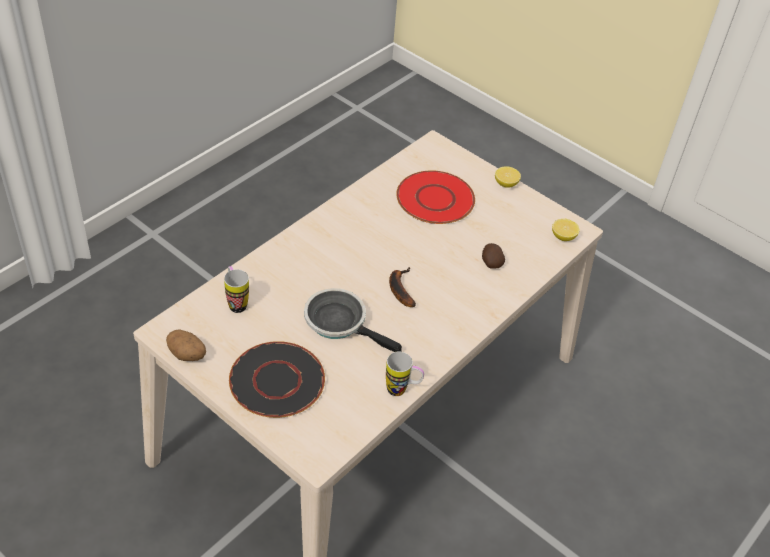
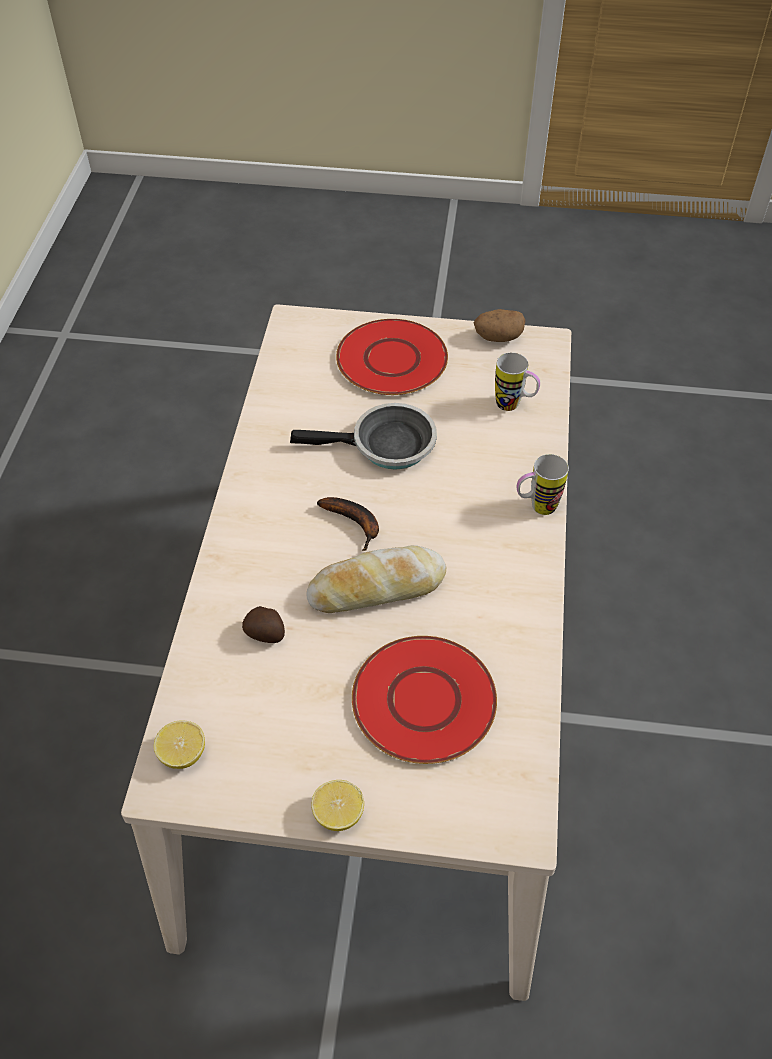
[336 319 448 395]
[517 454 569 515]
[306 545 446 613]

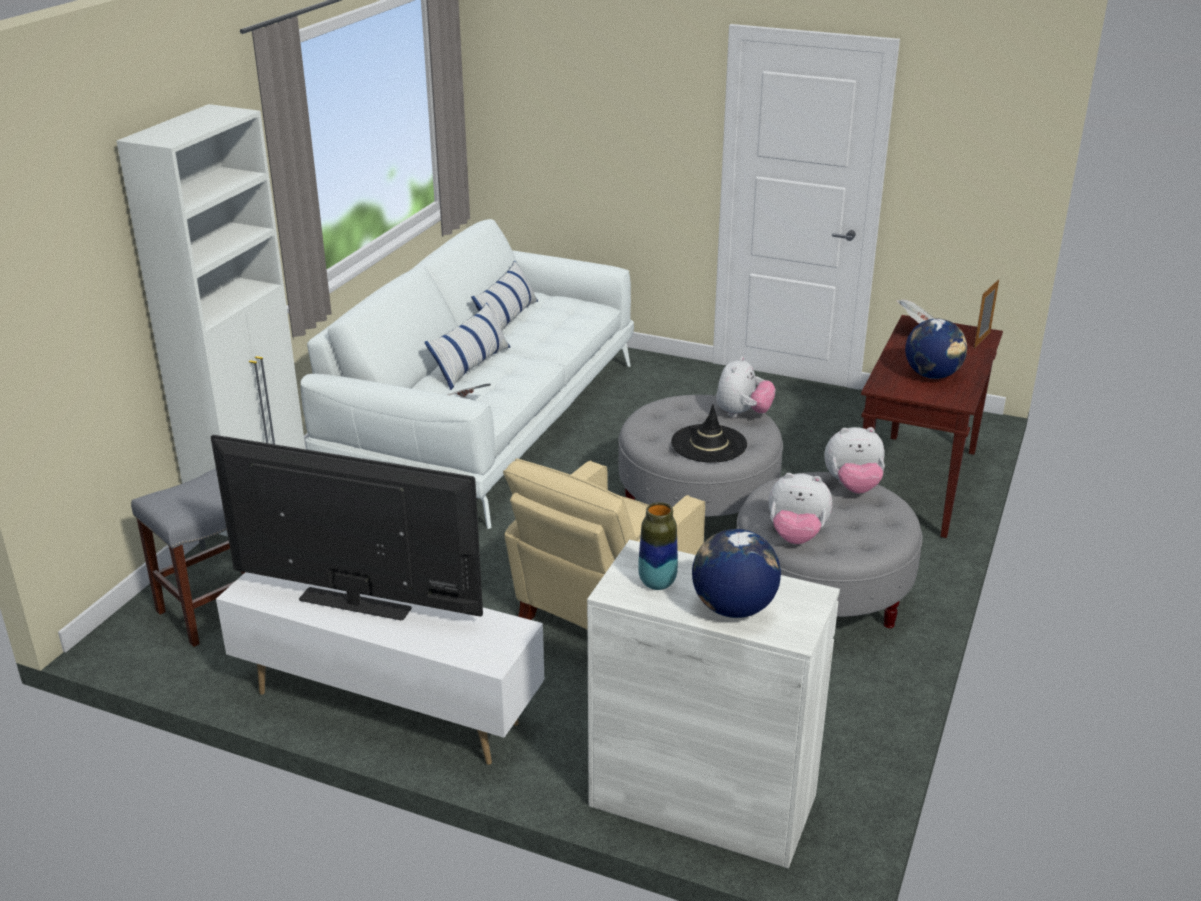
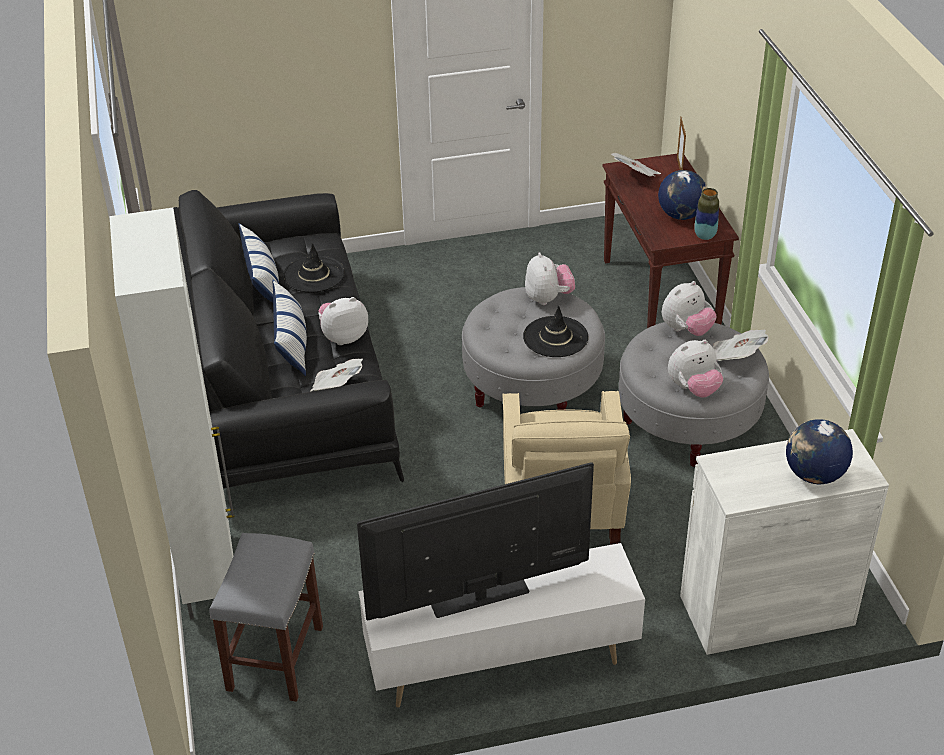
[173 190 404 489]
[694 188 719 240]
[283 243 345 293]
[318 297 368 345]
[713 330 769 361]

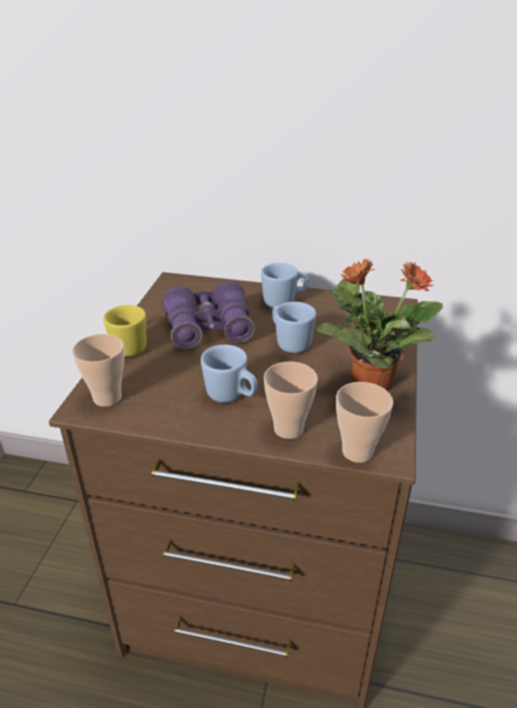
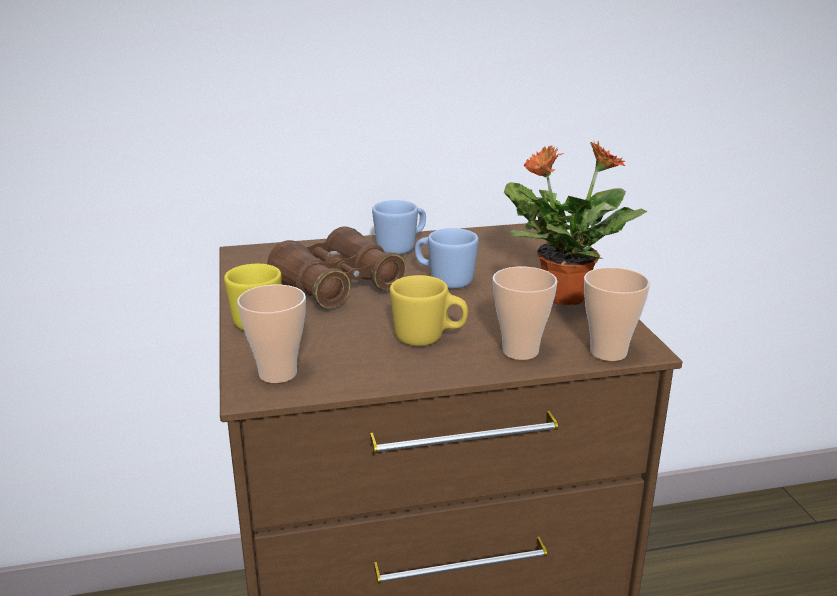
[267 226 406 308]
[390 275 468 346]

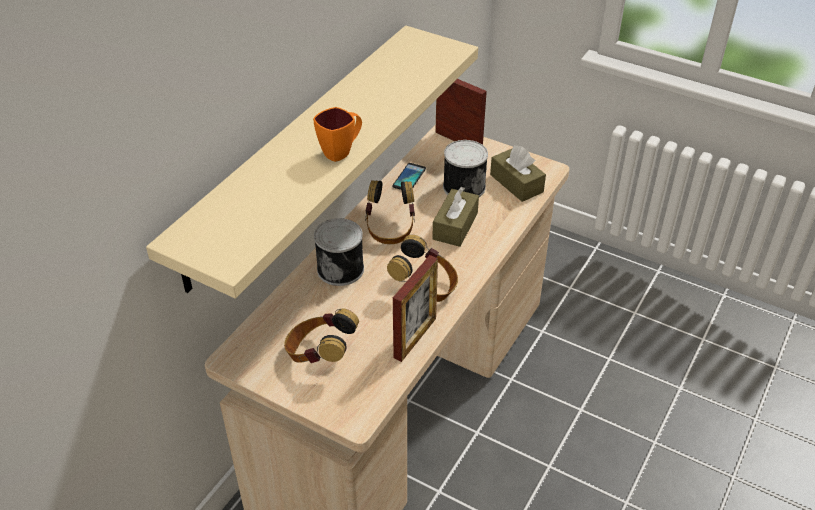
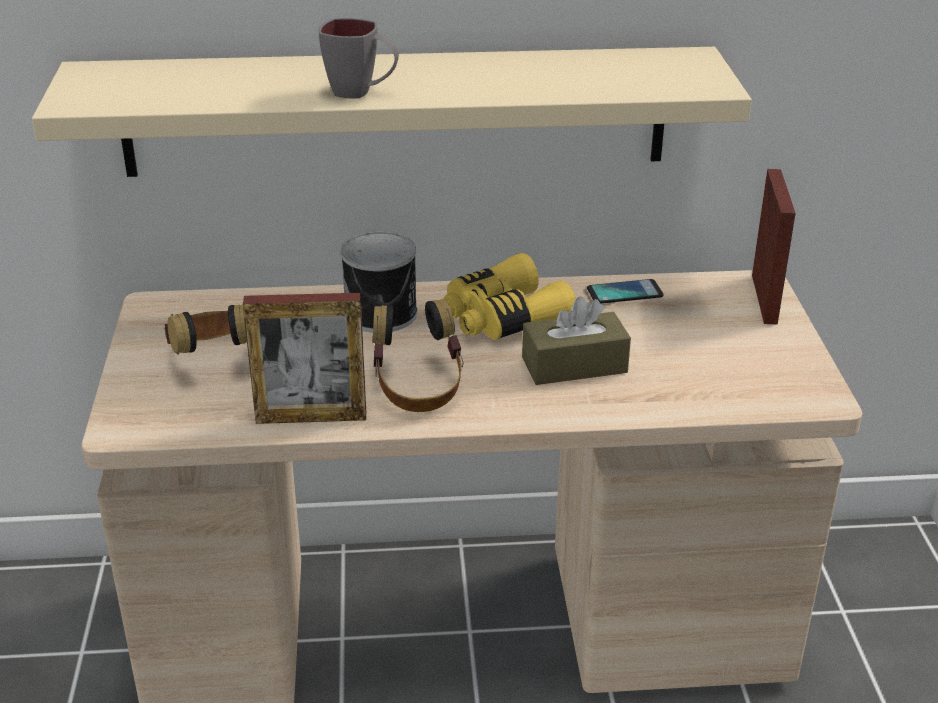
[319 18 399 98]
[441 253 576 340]
[443 140 488 197] (first image)
[490 145 546 202] (first image)

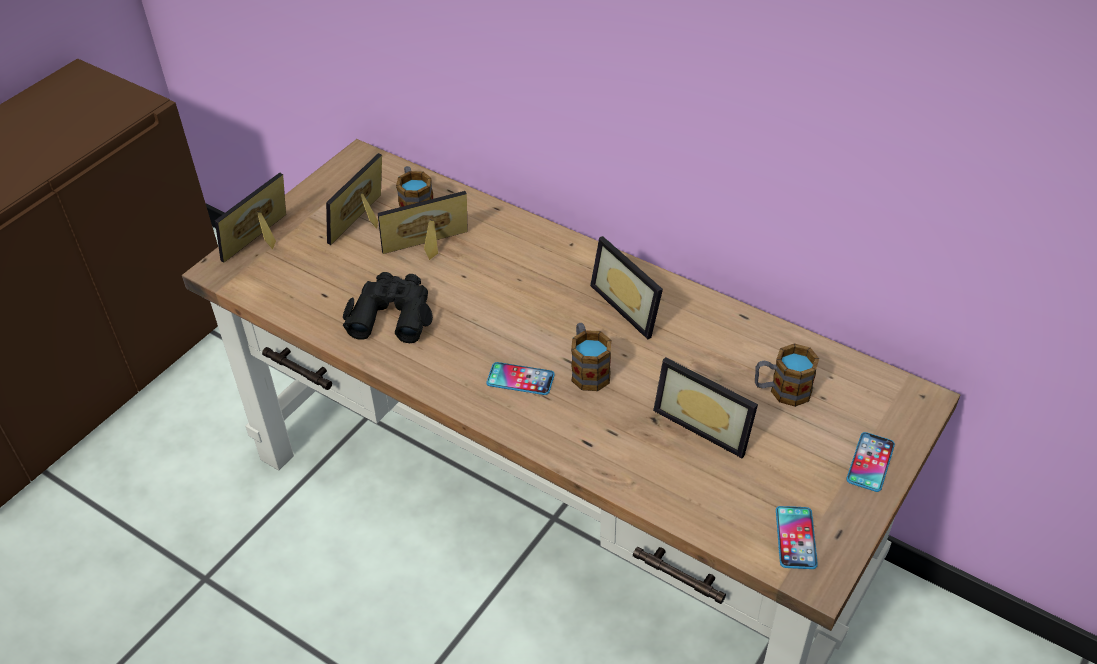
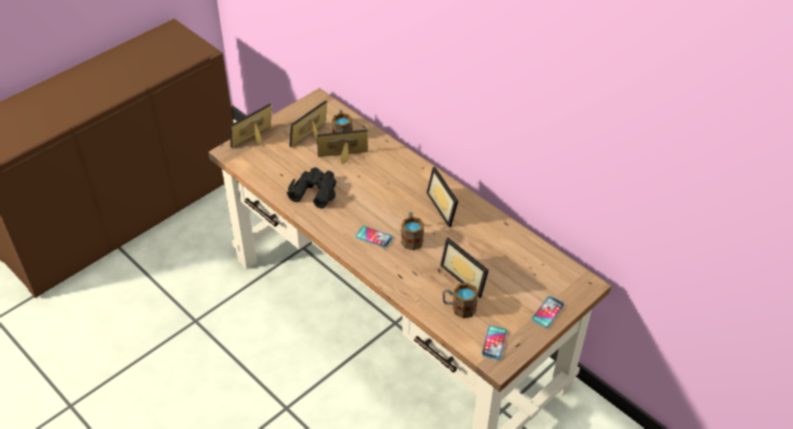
[443 283 478 318]

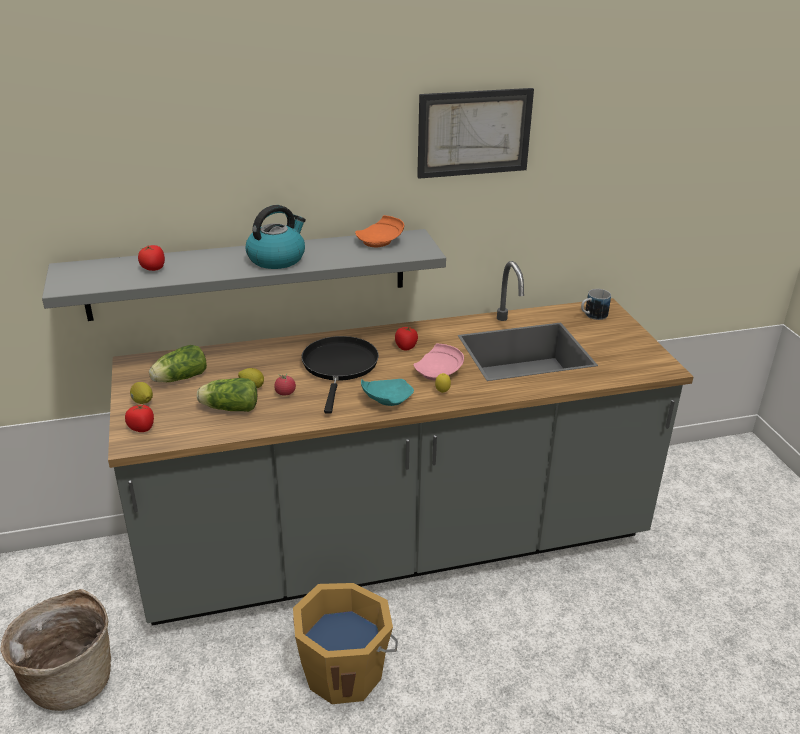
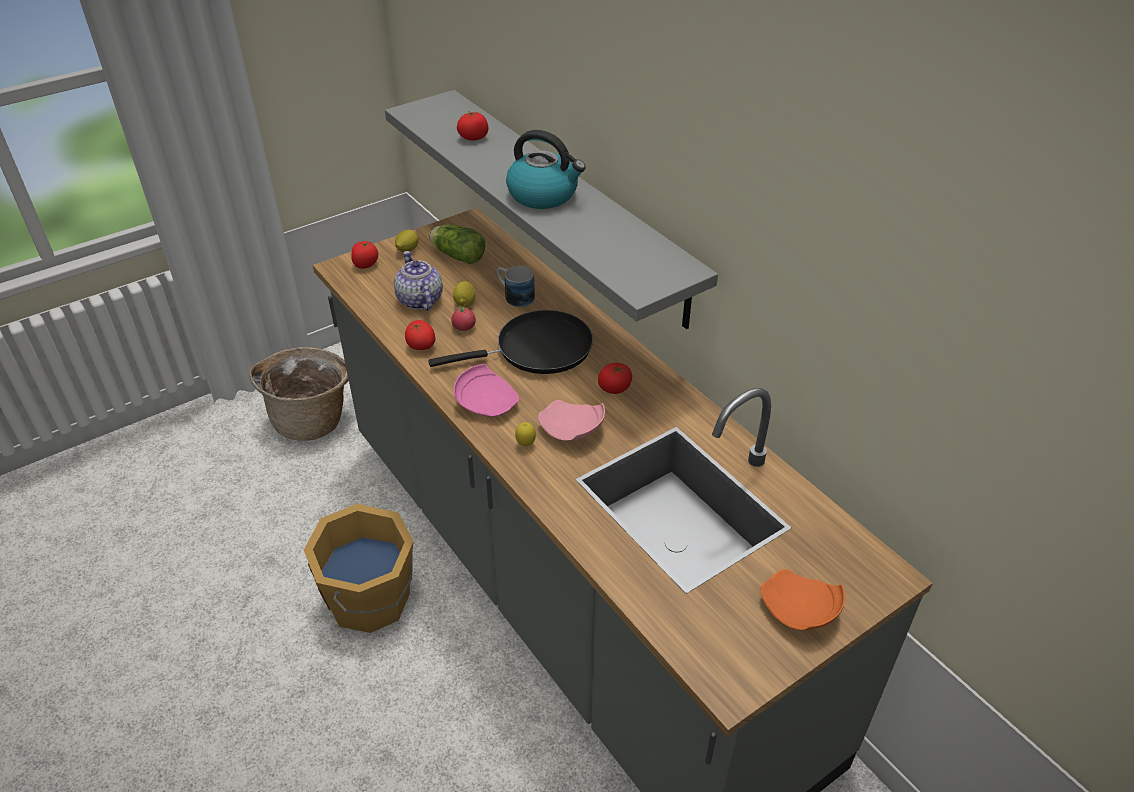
[394 251 443 311]
[761 569 845 630]
[454 364 519 417]
[417 88 534 179] (first image)
[497 266 535 307]
[405 320 435 350]

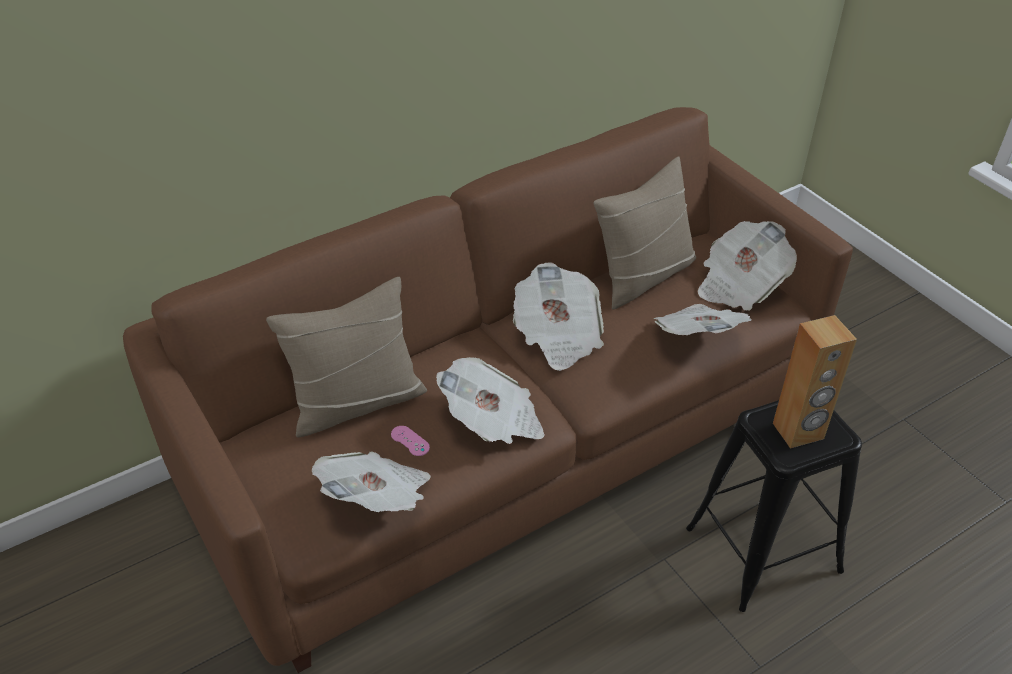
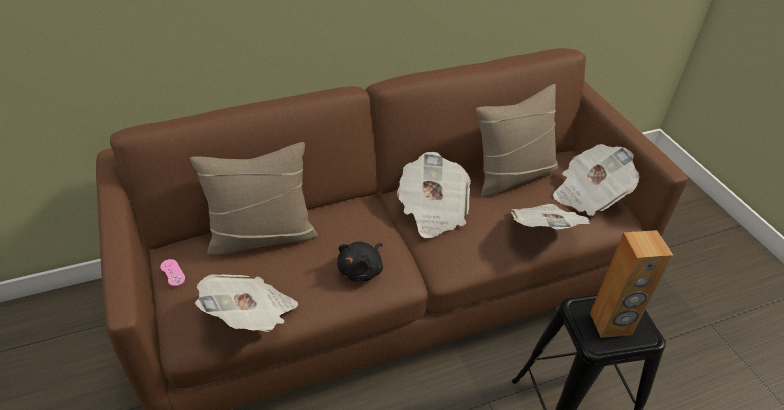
[160 259 185 286]
[337 242 383 281]

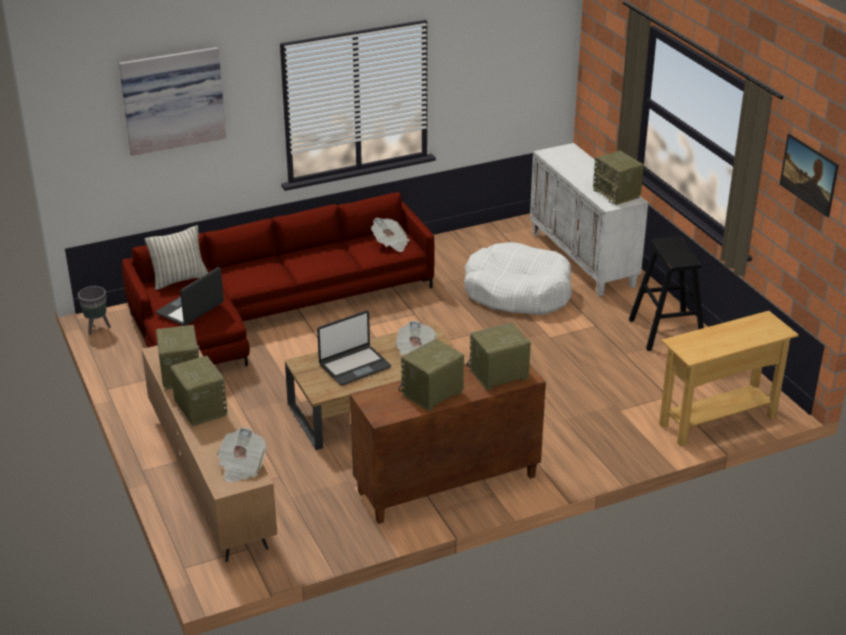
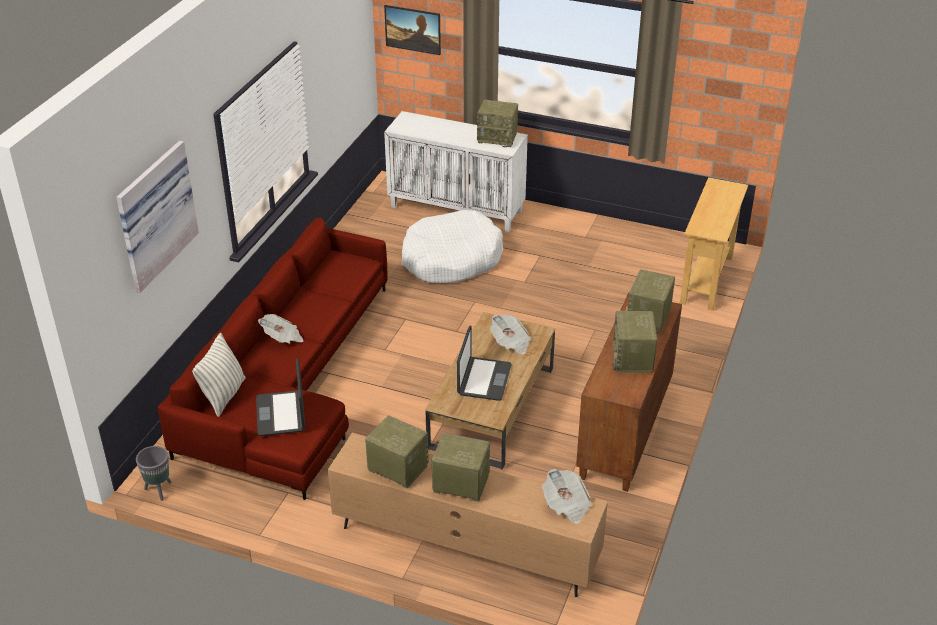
[258 314 303 344]
[629 236 704 351] (first image)
[384 5 441 55]

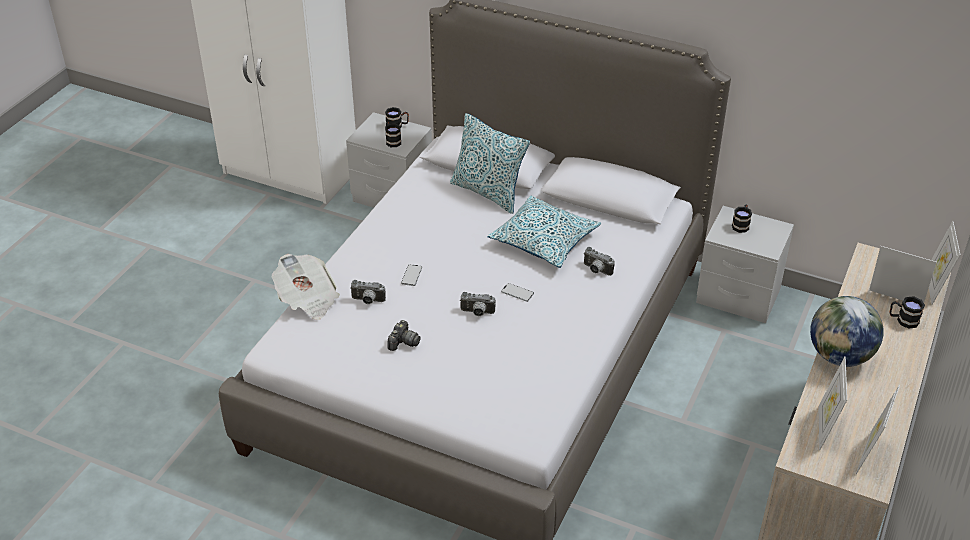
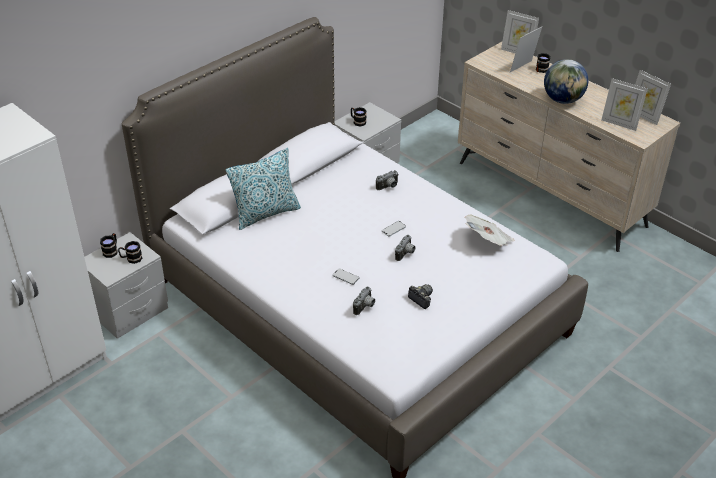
[465 215 515 246]
[487 196 601 268] (first image)

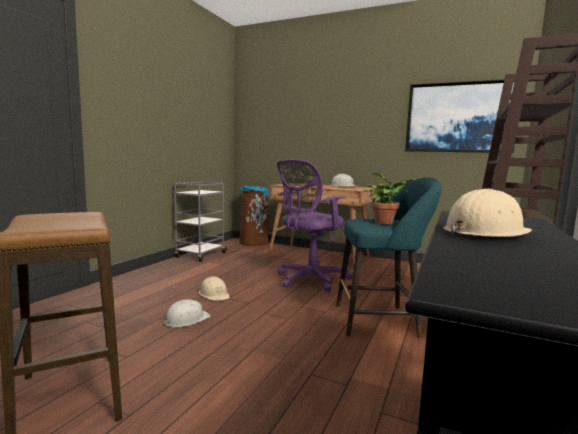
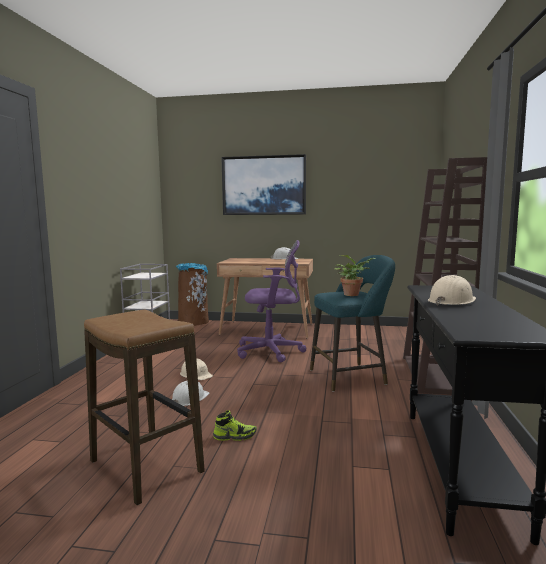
[237 240 307 363]
[221 154 306 215]
[213 410 257 441]

